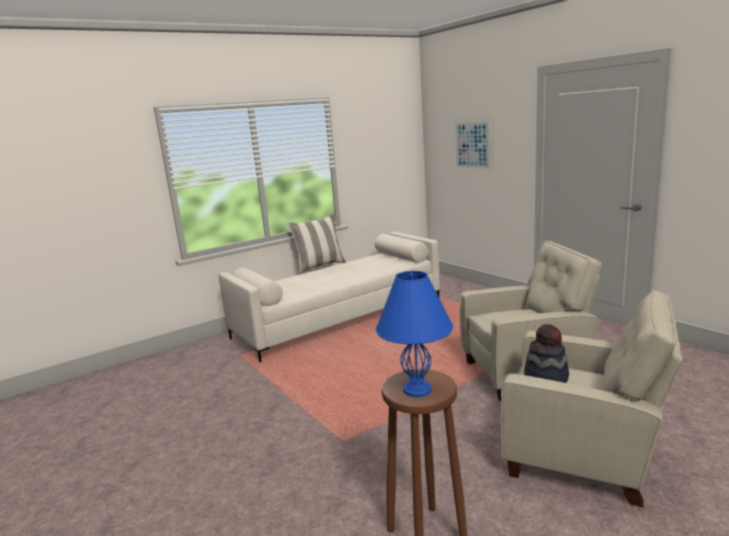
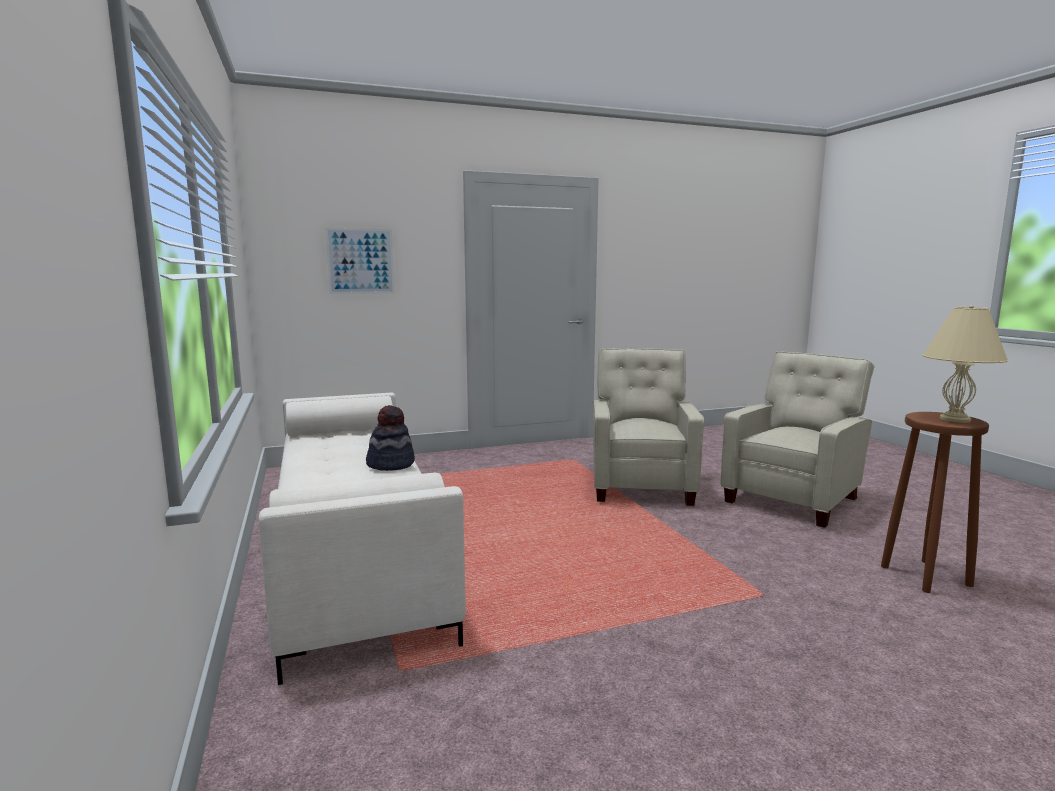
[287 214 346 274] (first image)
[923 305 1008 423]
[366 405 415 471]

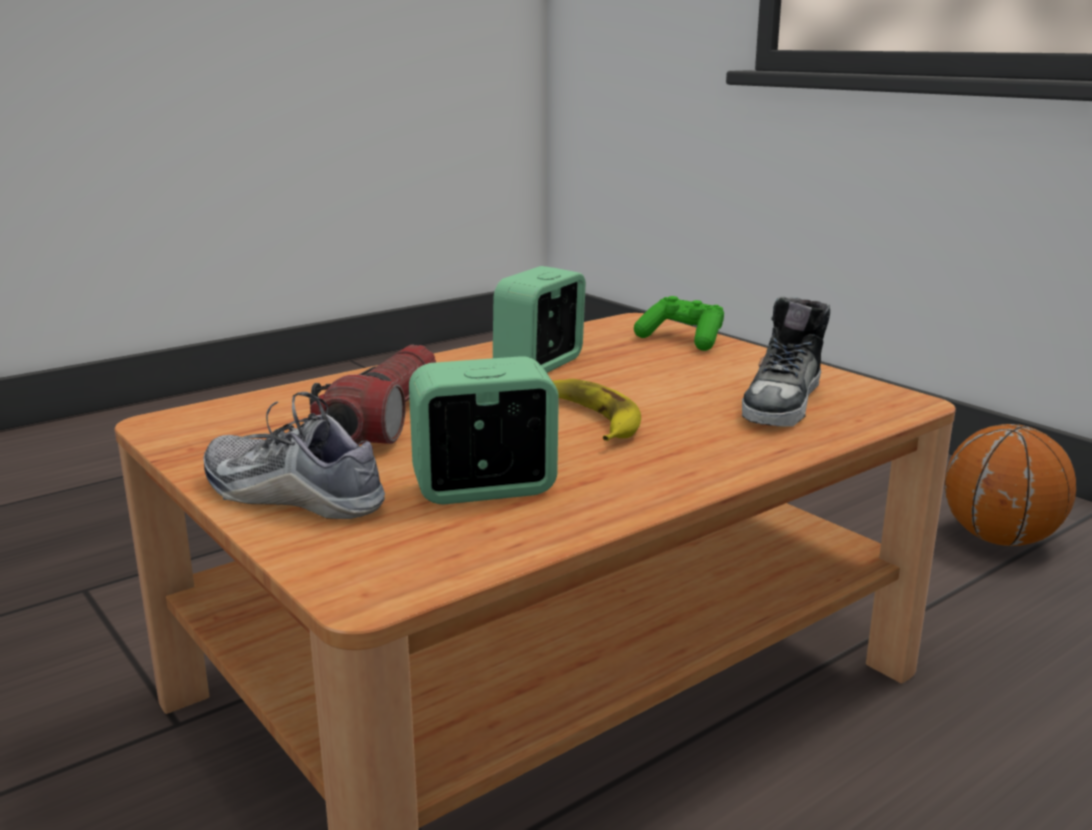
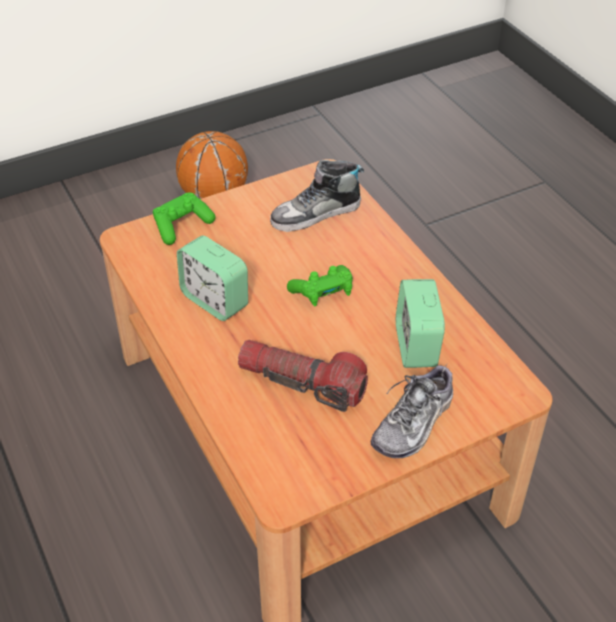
[287 265 353 306]
[270 160 364 232]

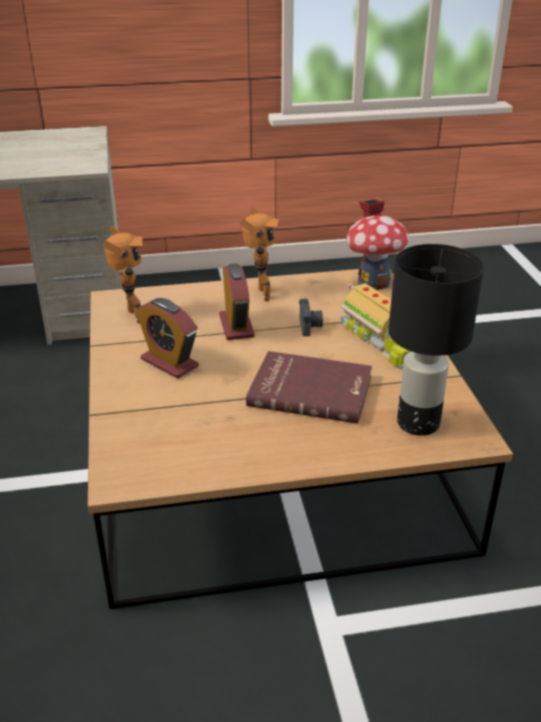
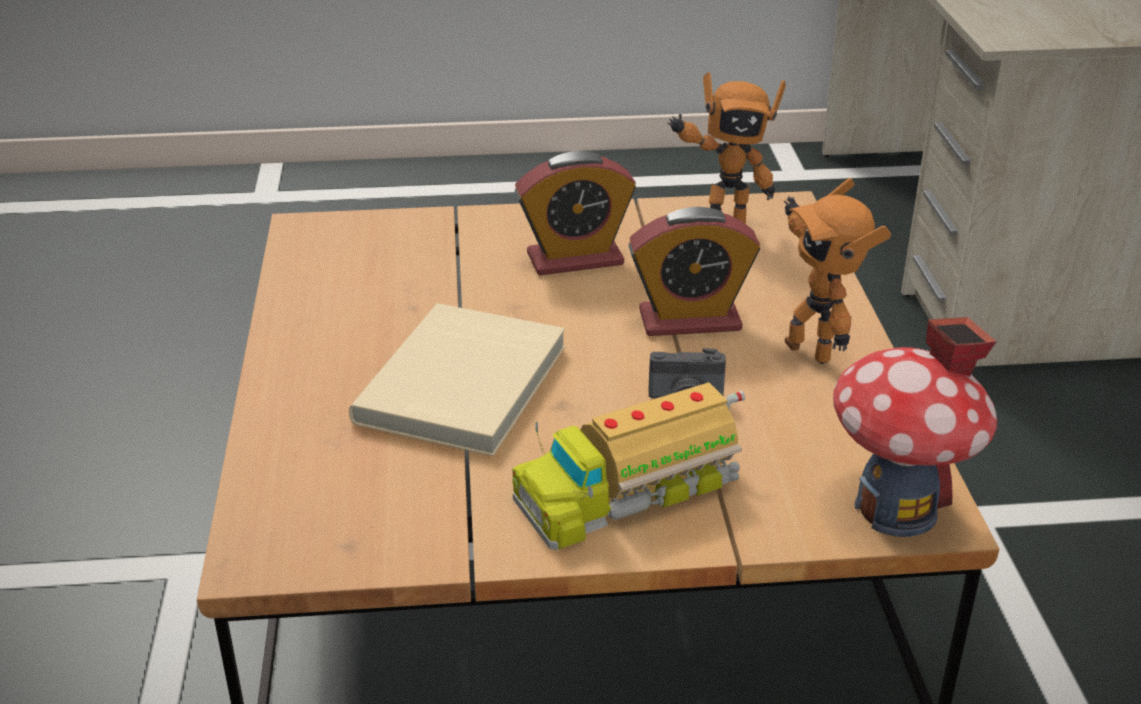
[515 151 636 275]
[783 178 891 364]
[349 303 565 456]
[388 244 484 436] (first image)

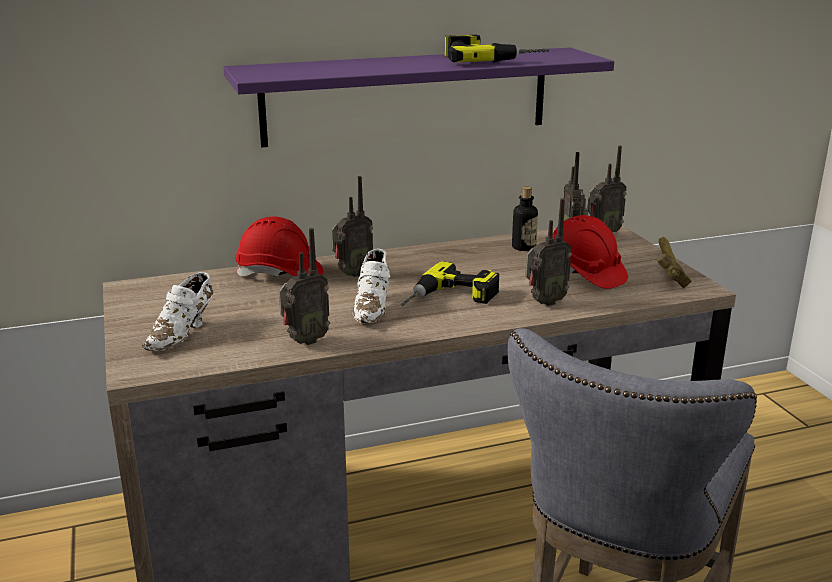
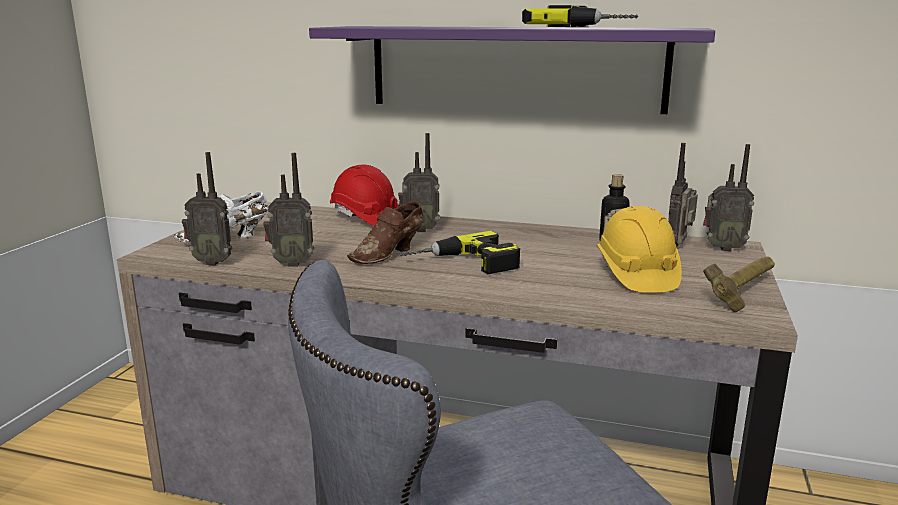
[347 201 423 264]
[182 152 232 265]
[597 206 682 293]

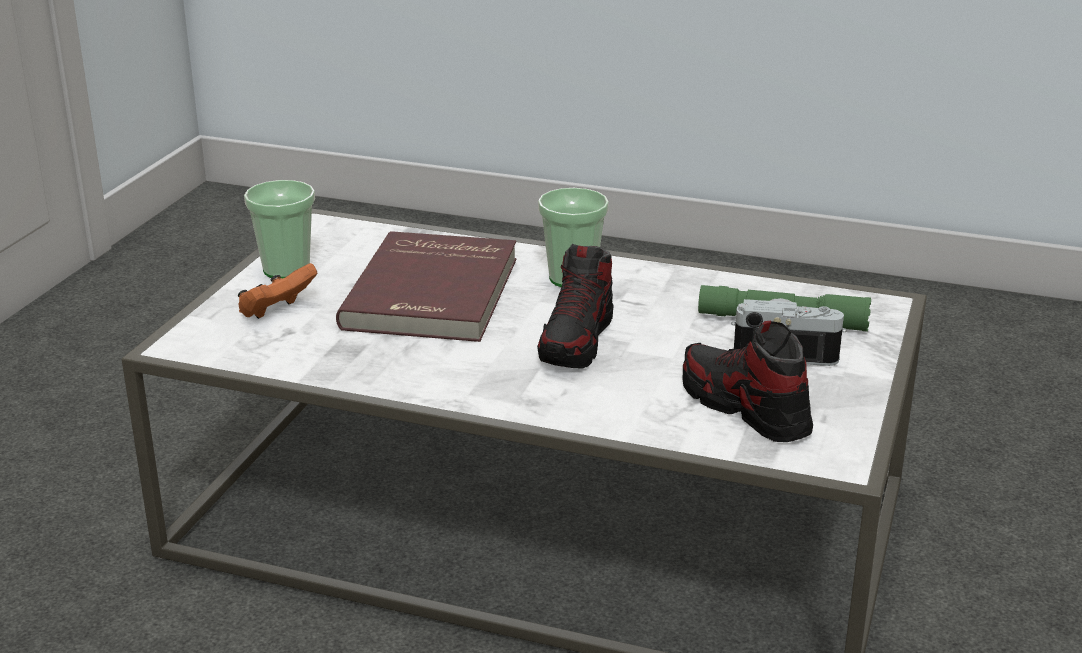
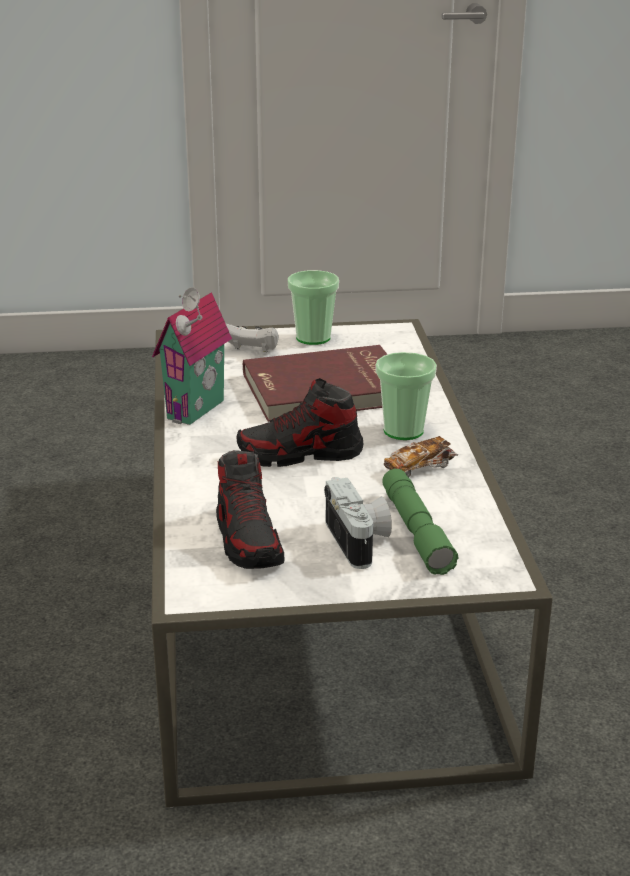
[225 323 279 352]
[216 450 285 569]
[152 287 232 425]
[384 436 458 478]

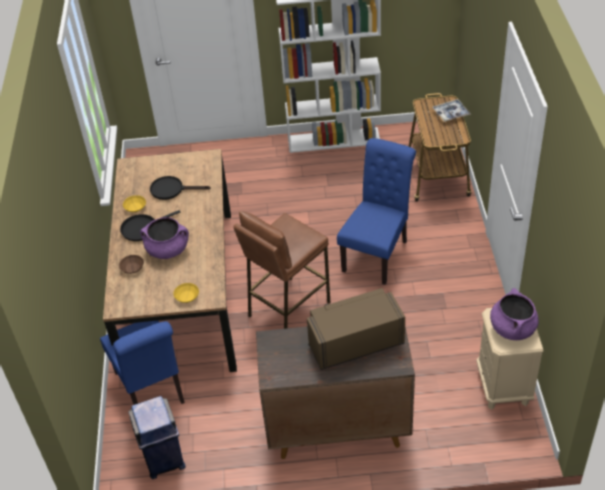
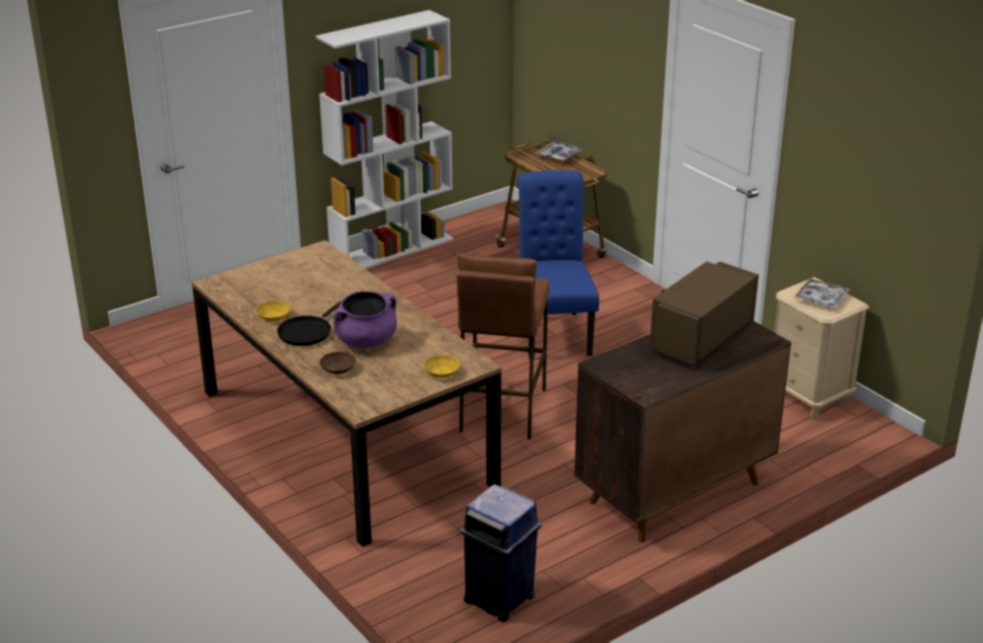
[100 321 185 405] (first image)
[150 176 211 200] (first image)
[795 278 849 308]

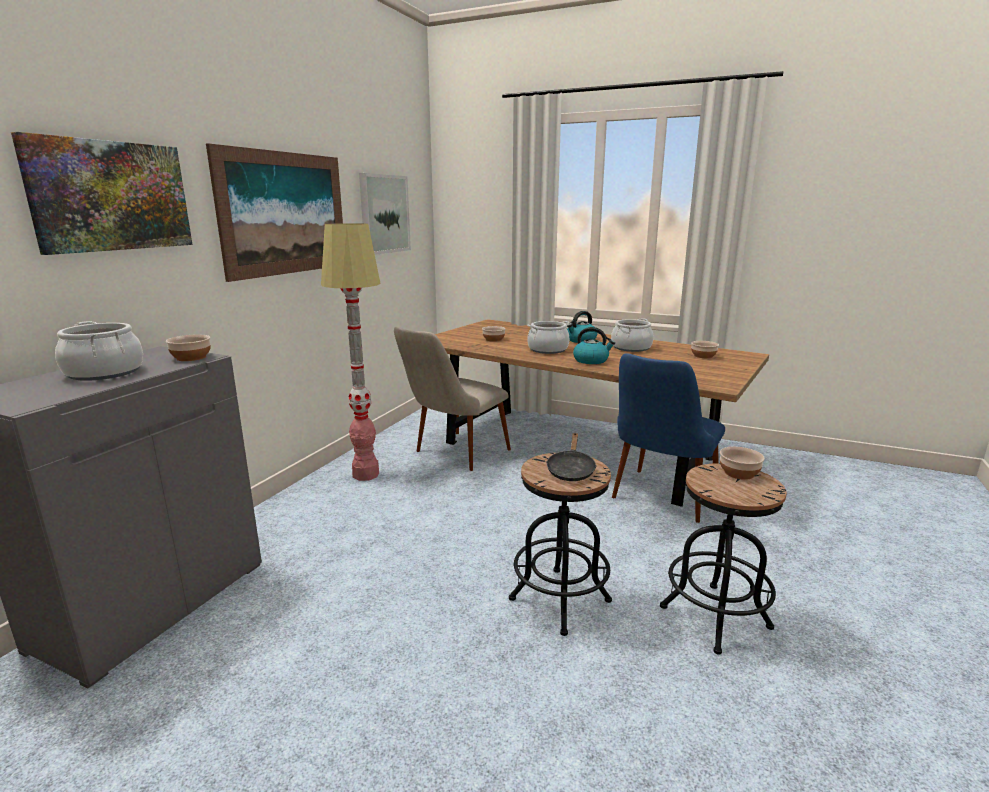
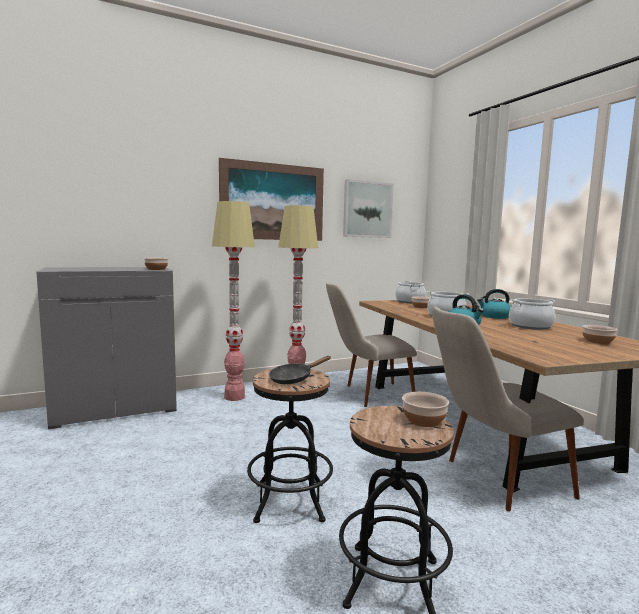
[11 132 193 255] (first image)
[395 281 426 303]
[432 306 584 512]
[212 201 255 401]

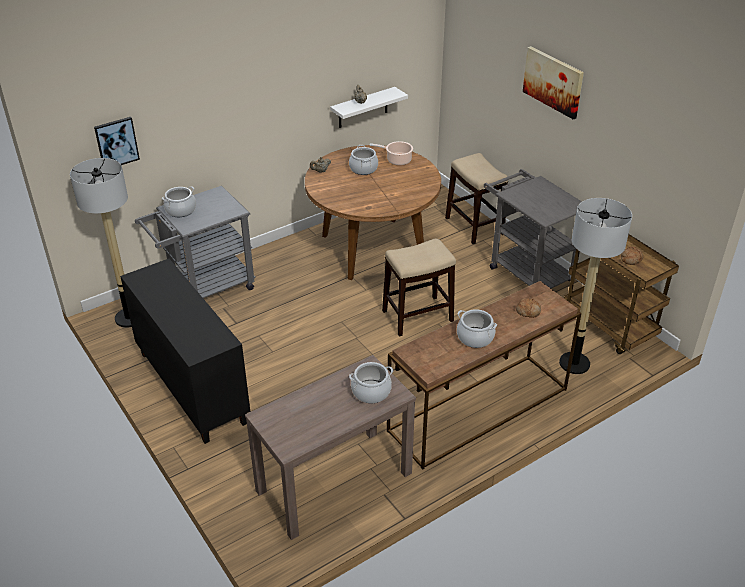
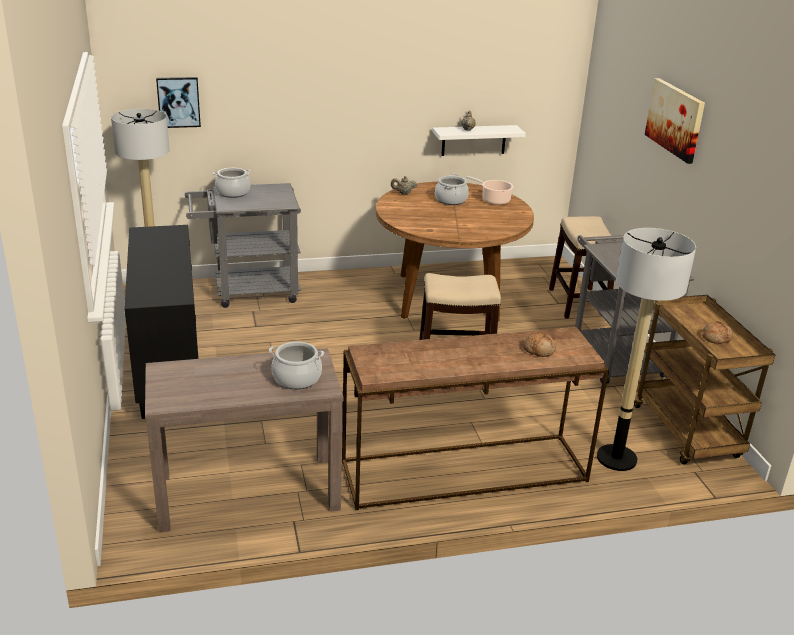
[457 309 497 348] (first image)

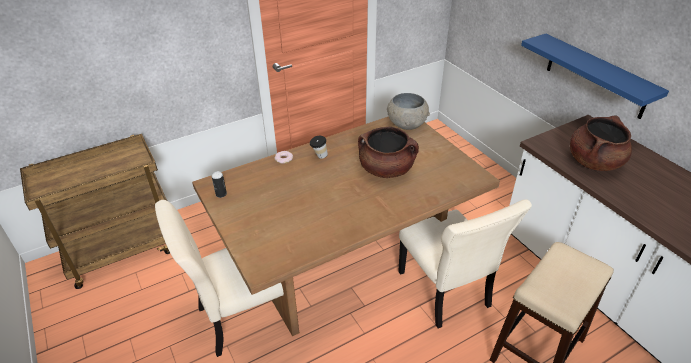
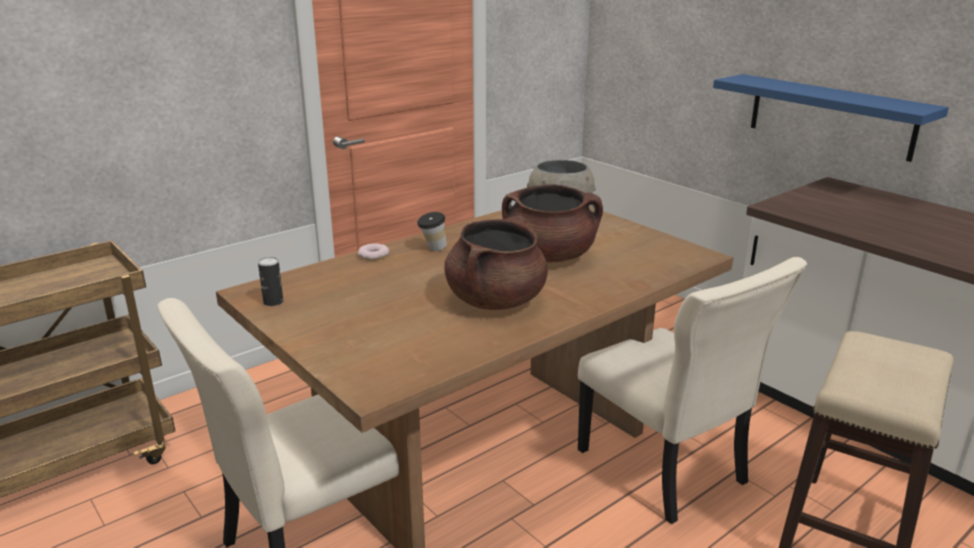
[444 216 548 310]

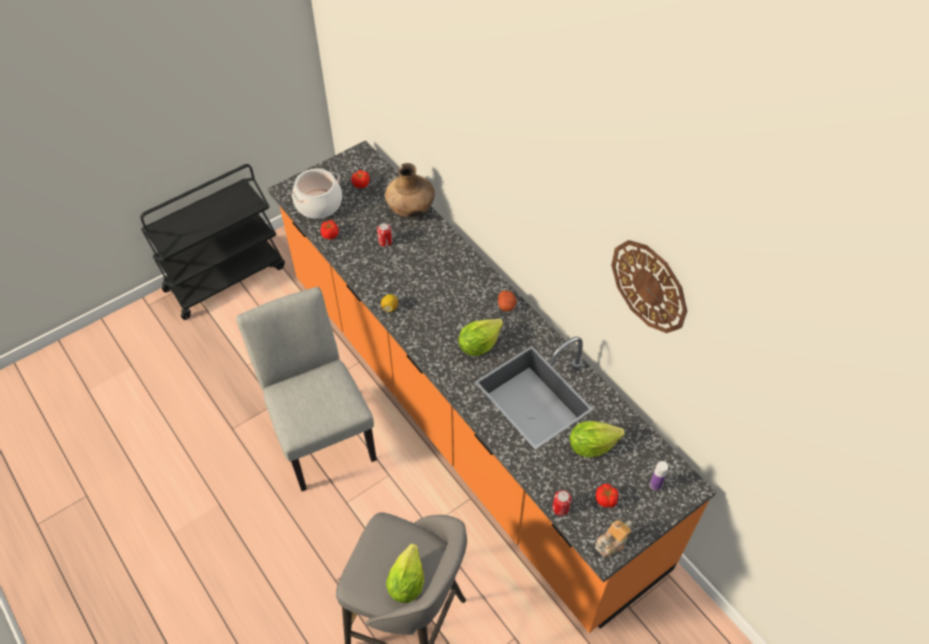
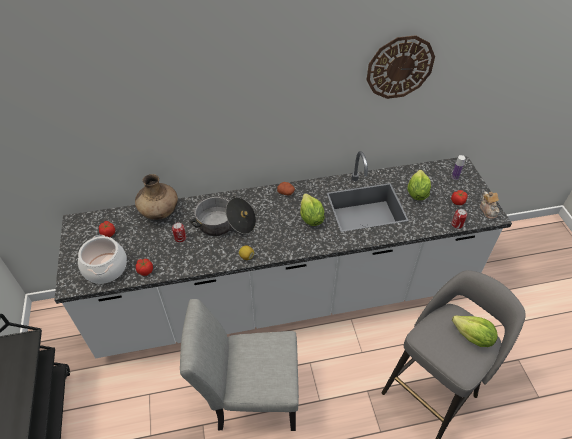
[54 151 512 358]
[189 196 256 236]

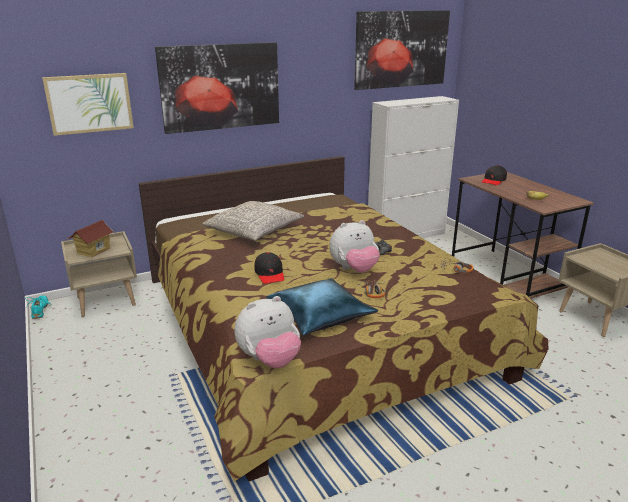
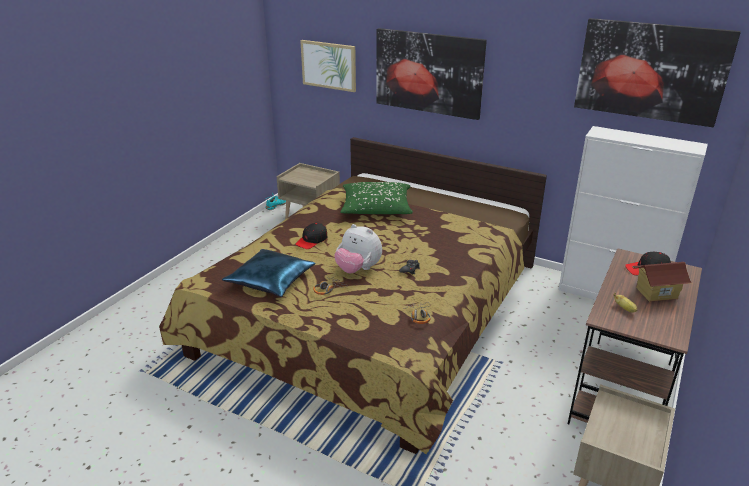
[632 262 692 302]
[340 182 413 214]
[234 296 301 368] (first image)

